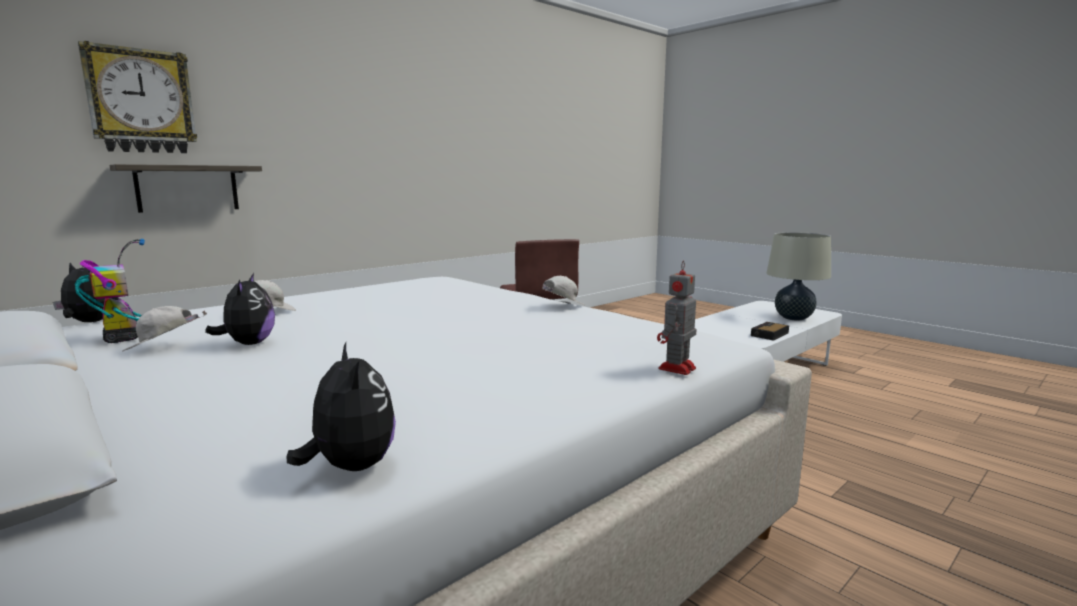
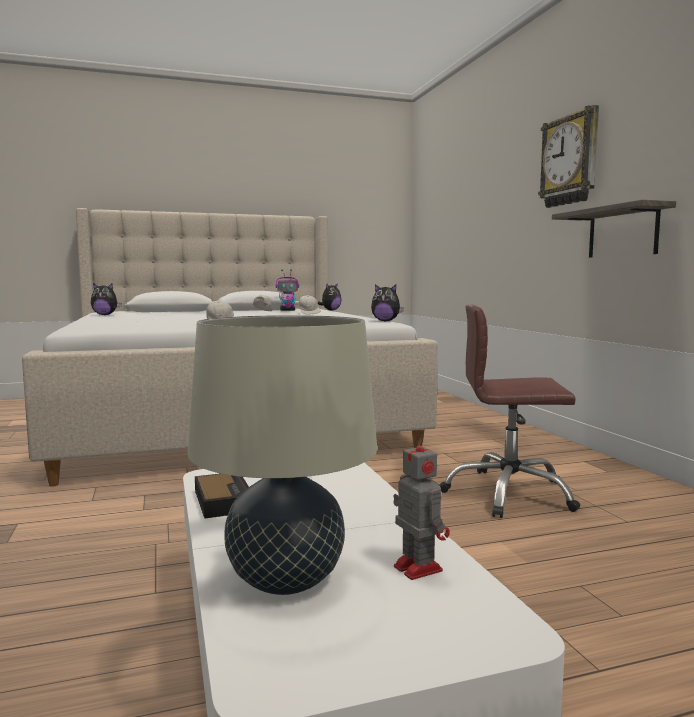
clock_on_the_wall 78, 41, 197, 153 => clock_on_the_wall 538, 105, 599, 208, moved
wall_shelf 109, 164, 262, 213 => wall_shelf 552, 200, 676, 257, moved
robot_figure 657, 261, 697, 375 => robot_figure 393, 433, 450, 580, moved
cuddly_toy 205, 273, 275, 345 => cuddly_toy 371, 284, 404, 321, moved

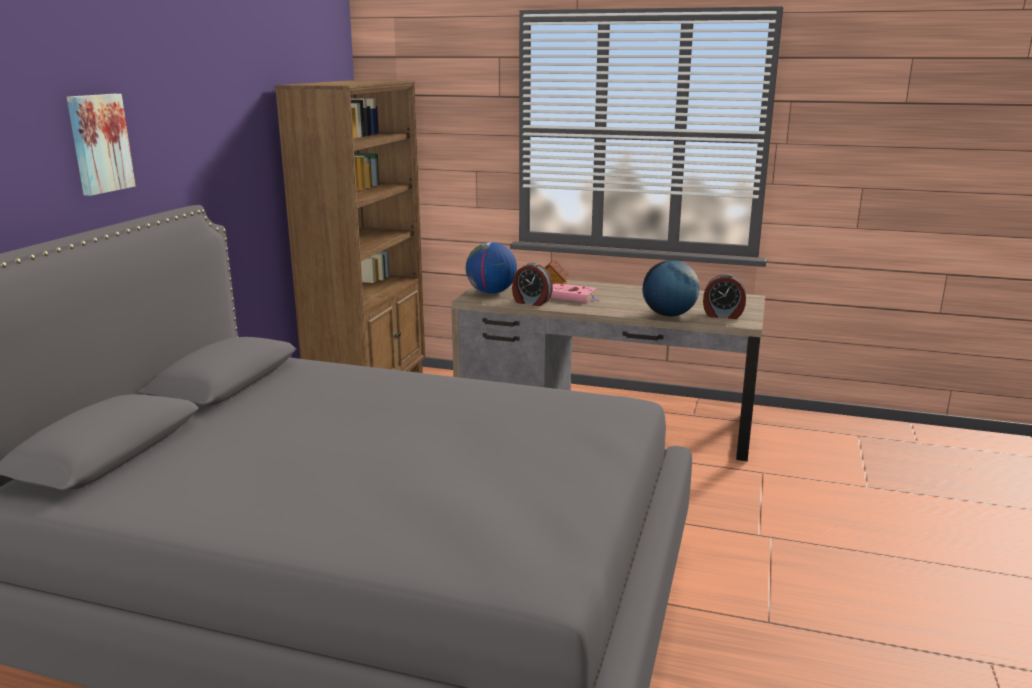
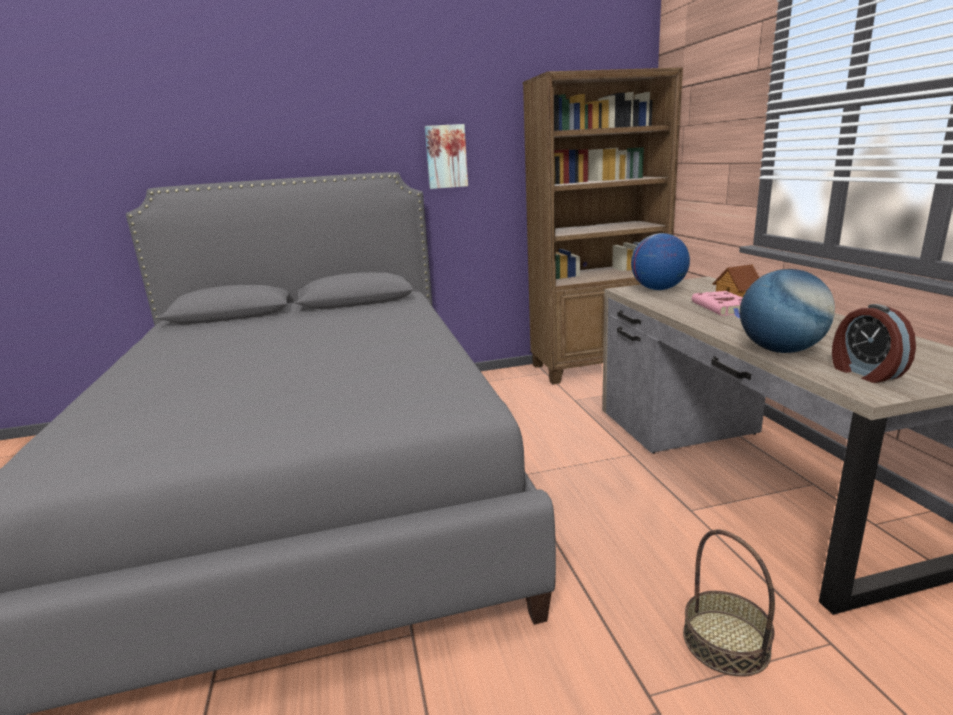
wall_picture 67, 94, 136, 196 => wall_picture 425, 124, 468, 189, moved
bedside_clock 512, 263, 553, 306 => nothing
nothing => basket 683, 529, 775, 677

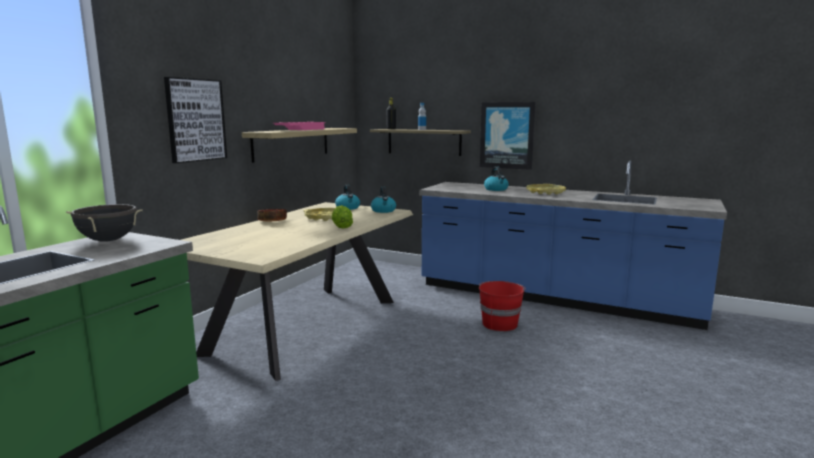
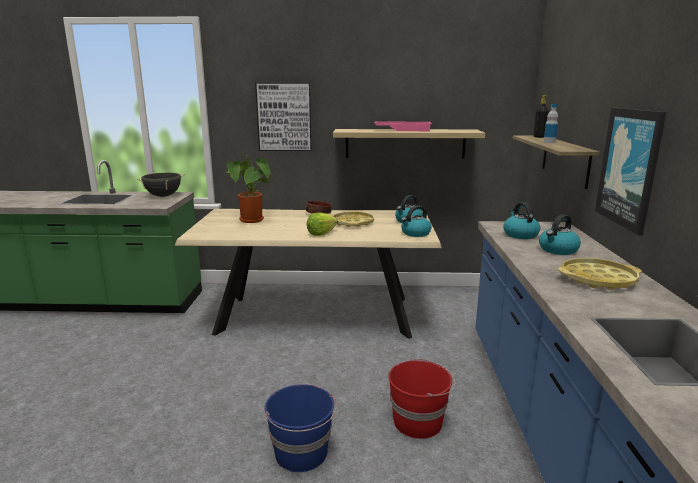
nothing => potted_plant 227, 154, 272, 223
nothing => water_kettle 503, 202, 540, 239
nothing => blue_bucket 265, 384, 337, 472

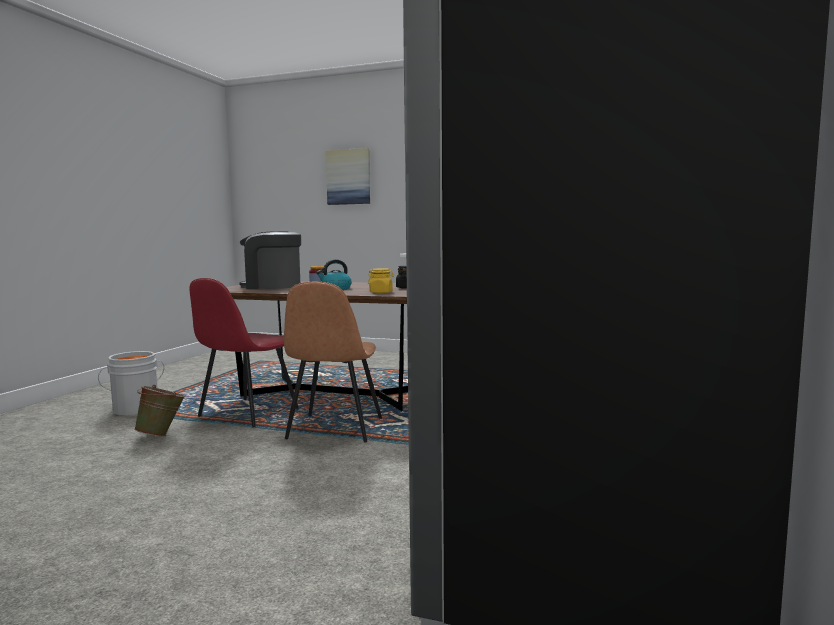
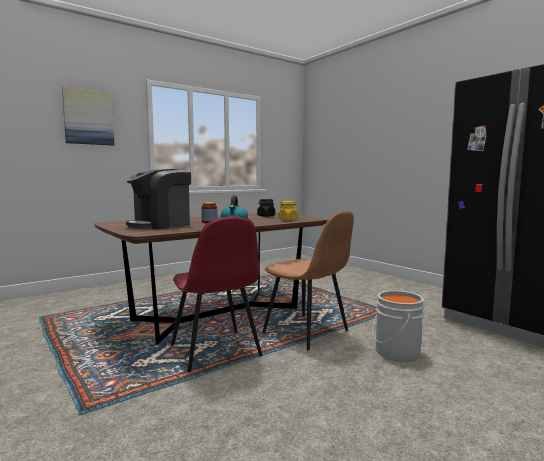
grey_bucket 98, 351, 164, 416 => grey_bucket 372, 290, 424, 362, moved
green_bucket 134, 385, 185, 437 => nothing

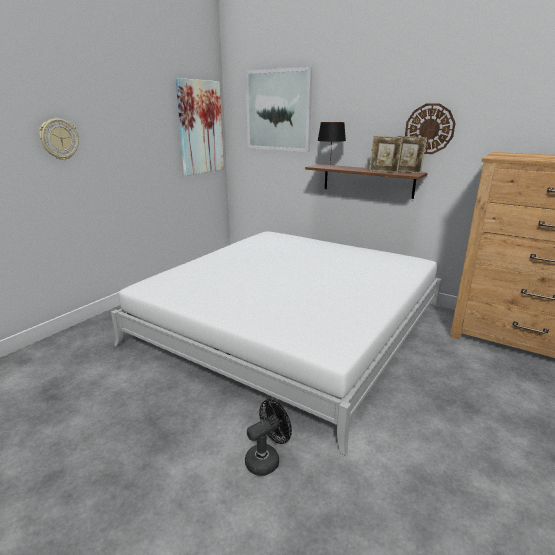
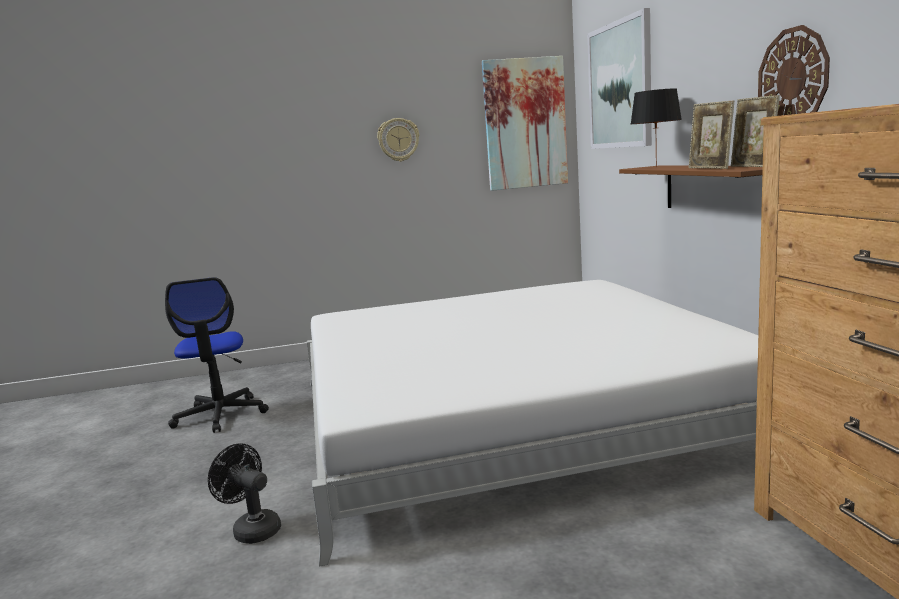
clock_on_the_wall 39, 118, 79, 160 => clock_on_the_wall 377, 118, 419, 162, moved
black-coloured_fan 245, 399, 292, 476 => black-coloured_fan 208, 443, 281, 544, 150 degrees counterclockwise
nothing => office_chair 165, 277, 269, 433

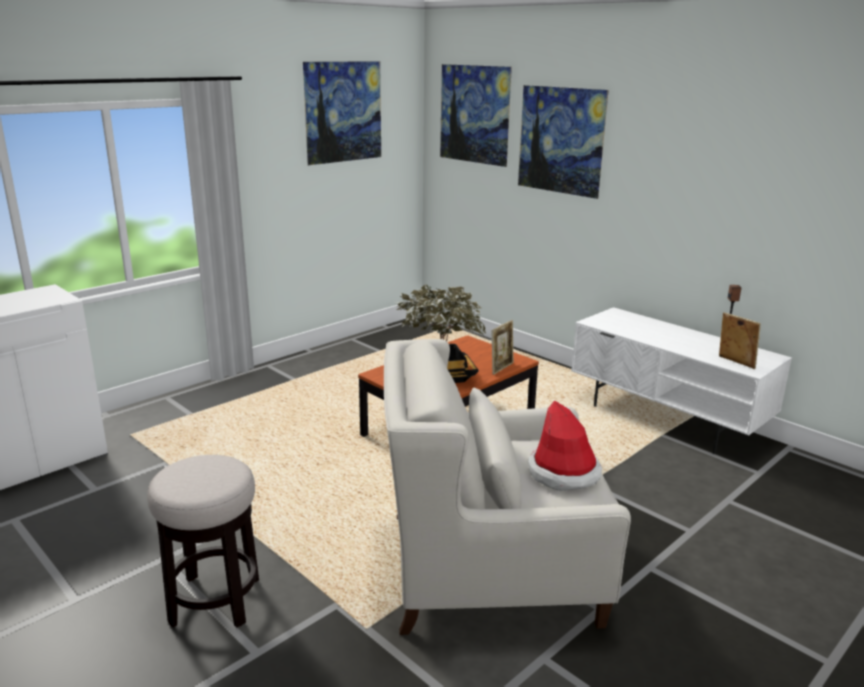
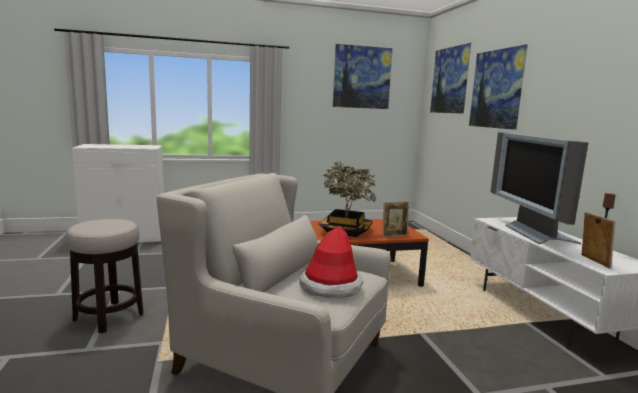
nothing => TV_set 491, 132, 588, 244

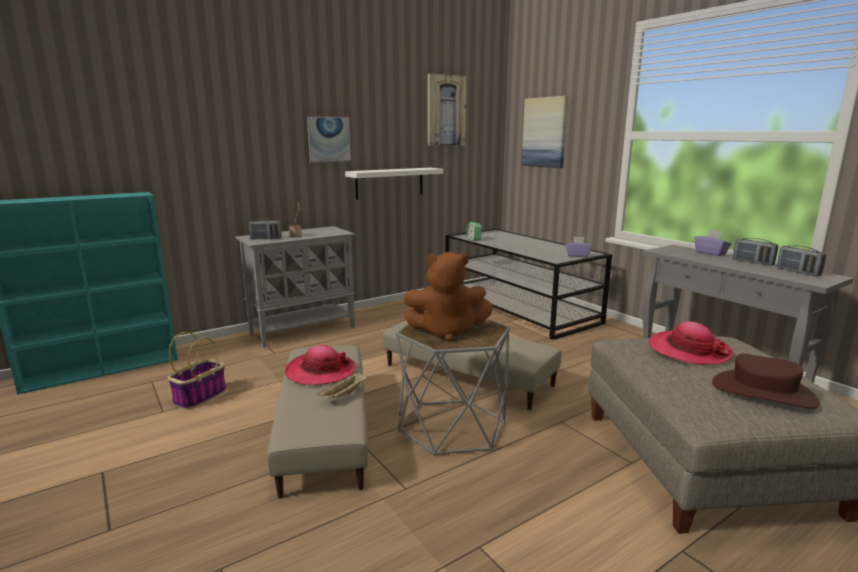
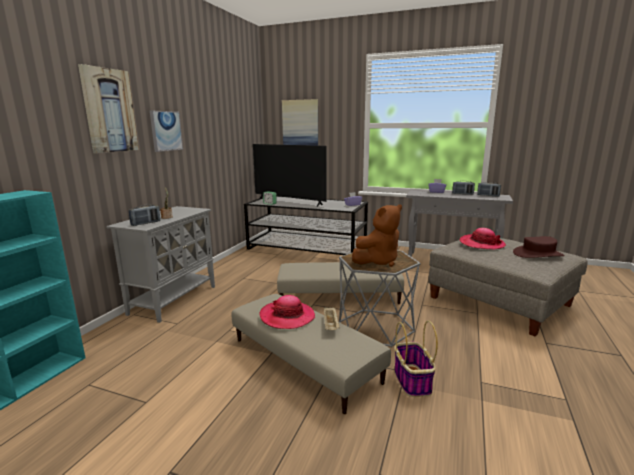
wall_picture 428, 74, 466, 146 => wall_picture 78, 64, 139, 153, moved
whitish_wall_shelf 345, 168, 443, 200 => nothing
basket 168, 332, 226, 410 => basket 394, 321, 438, 397, moved
nothing => TV_set 253, 144, 327, 207

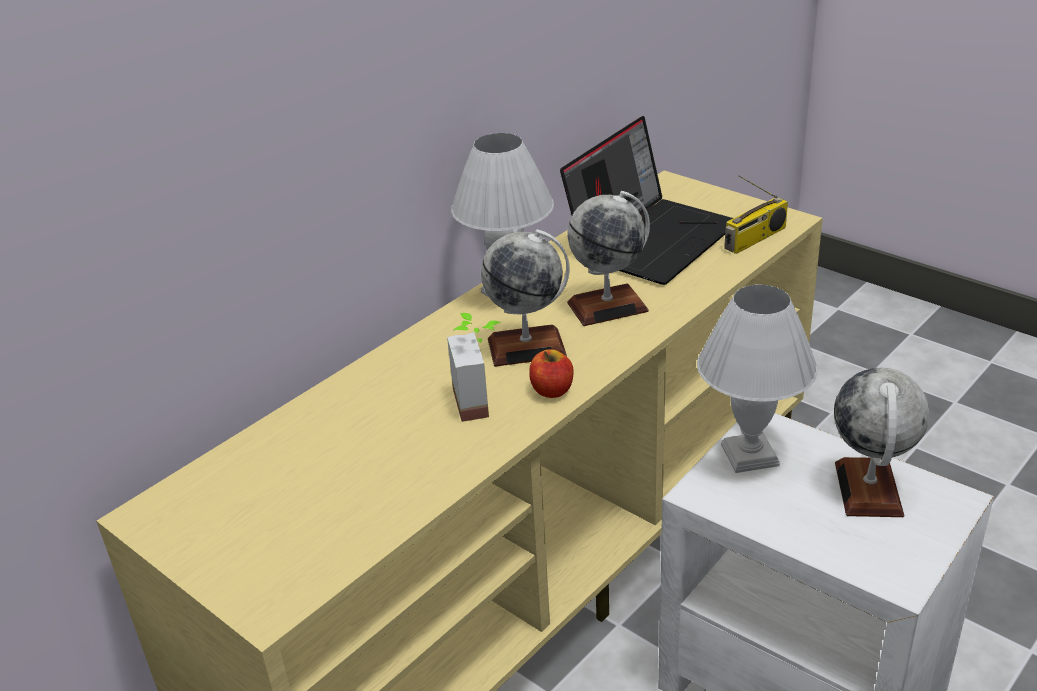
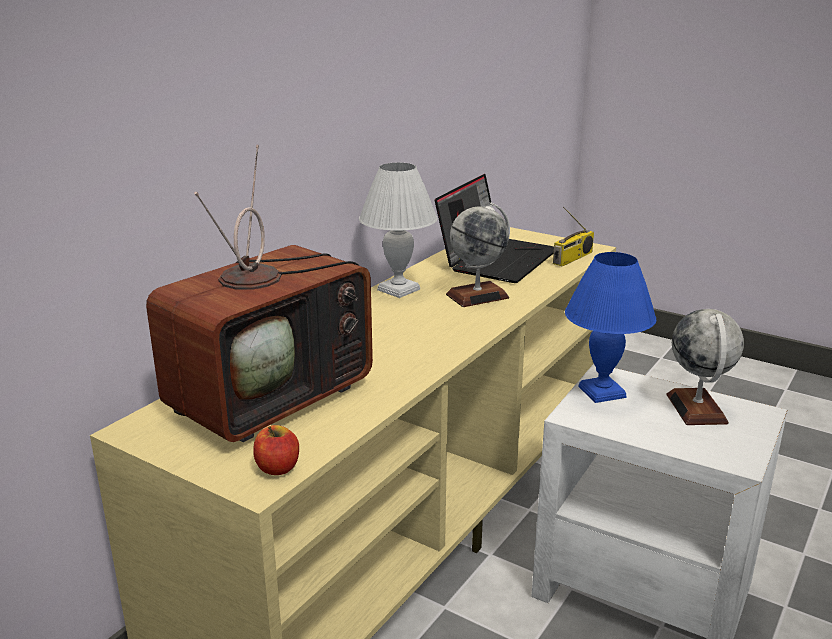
globe 481, 229, 570, 367 => nothing
whitish_tabletop_lamp 697, 284, 818, 473 => blue_tabletop_lamp 565, 252, 656, 403
potted_plant 447, 313, 502, 422 => nothing
apple 529, 349, 573, 398 => apple 253, 425, 299, 475, moved
nothing => TV_set 146, 145, 373, 442

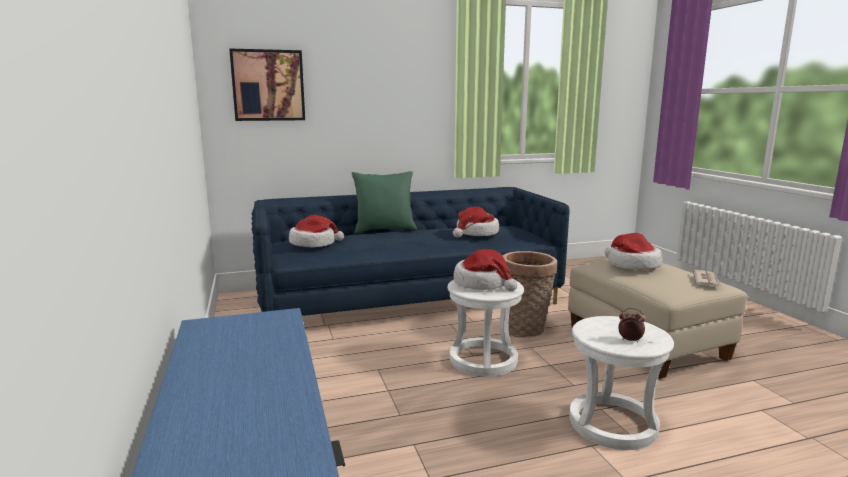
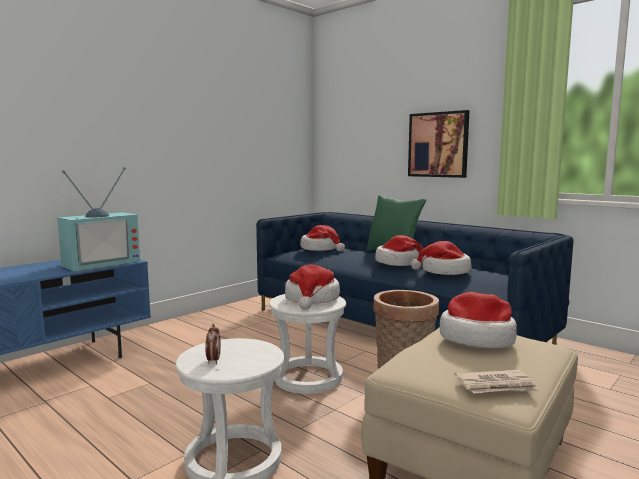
wall_picture 229, 48, 305, 121 => wall_picture 408, 110, 470, 178, moved
nothing => TV_set 57, 167, 140, 272
nothing => hat 375, 235, 423, 266

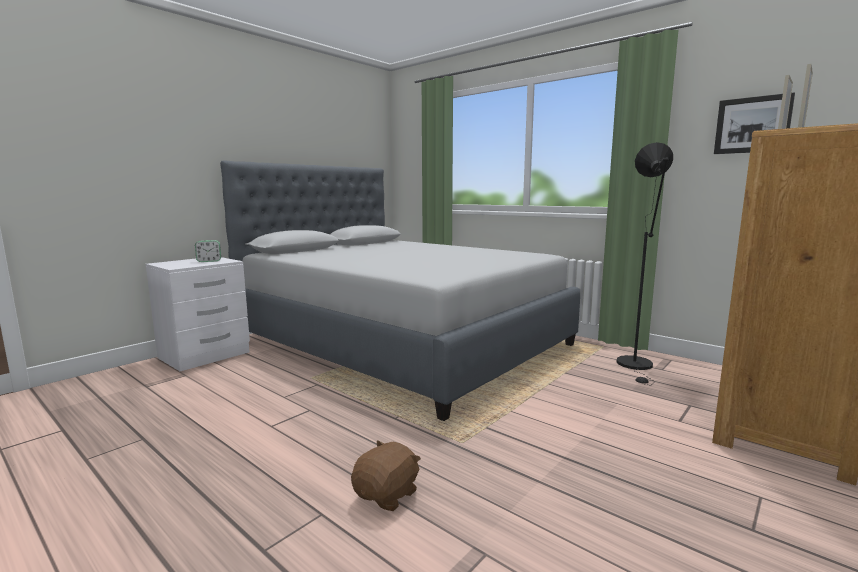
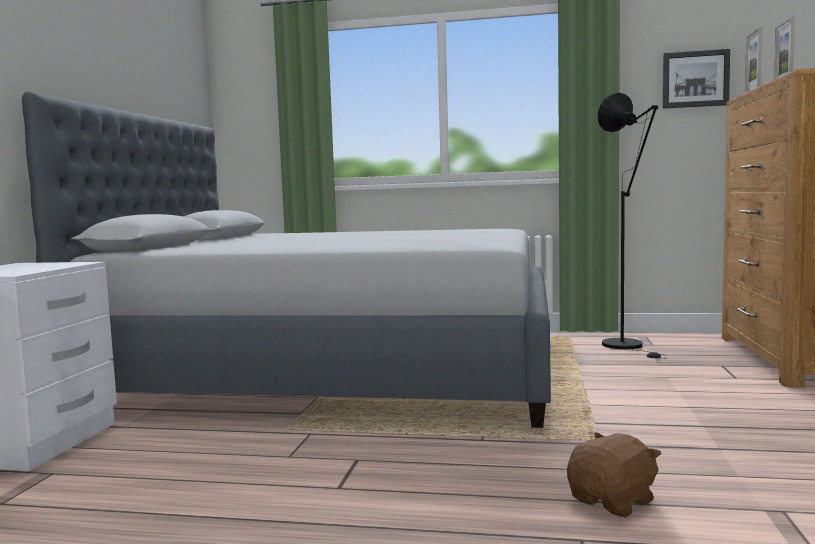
bedside_clock 195, 240, 221, 262 => nothing
brownish_cuddly_toy 351, 440, 421, 511 => brownish_cuddly_toy 567, 432, 661, 517, 45 degrees clockwise

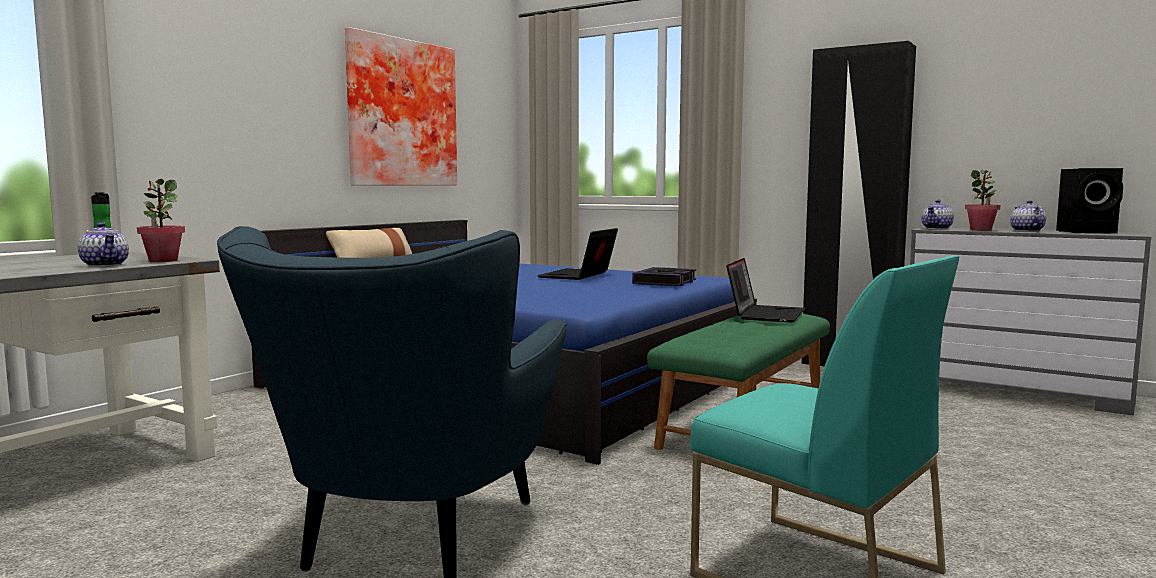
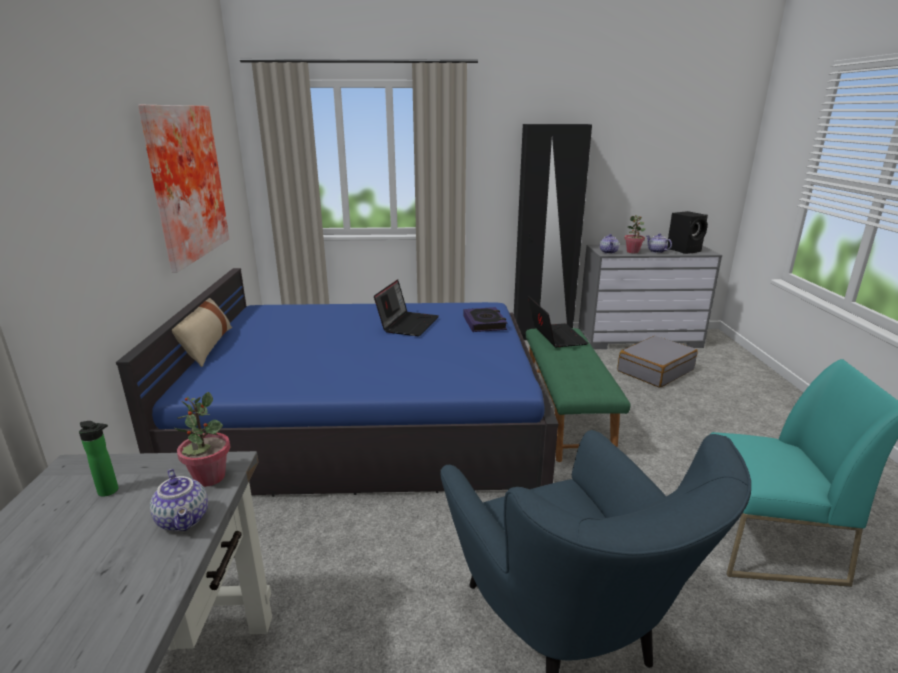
tea_pot 78, 222, 129, 267 => tea_pot 150, 469, 208, 531, 45 degrees clockwise
laptop 537, 228, 618, 280 => laptop 374, 279, 439, 336, 150 degrees counterclockwise
nothing => grey_suitcase 617, 336, 698, 388

